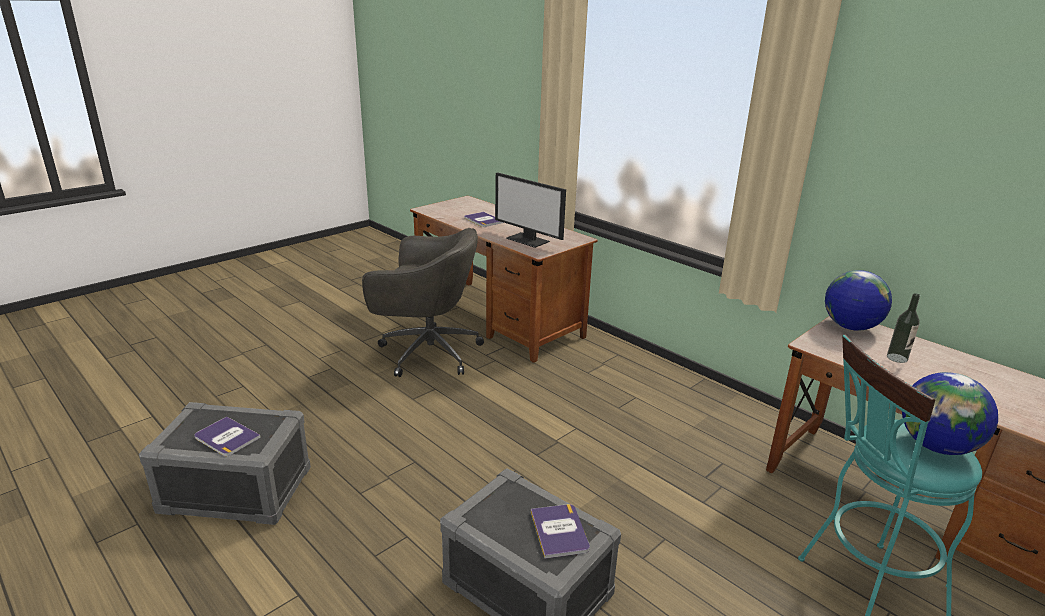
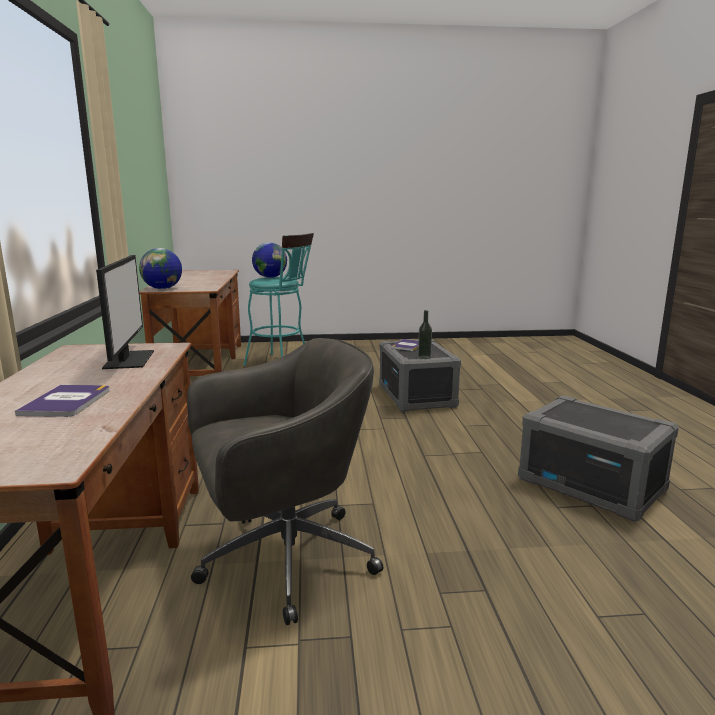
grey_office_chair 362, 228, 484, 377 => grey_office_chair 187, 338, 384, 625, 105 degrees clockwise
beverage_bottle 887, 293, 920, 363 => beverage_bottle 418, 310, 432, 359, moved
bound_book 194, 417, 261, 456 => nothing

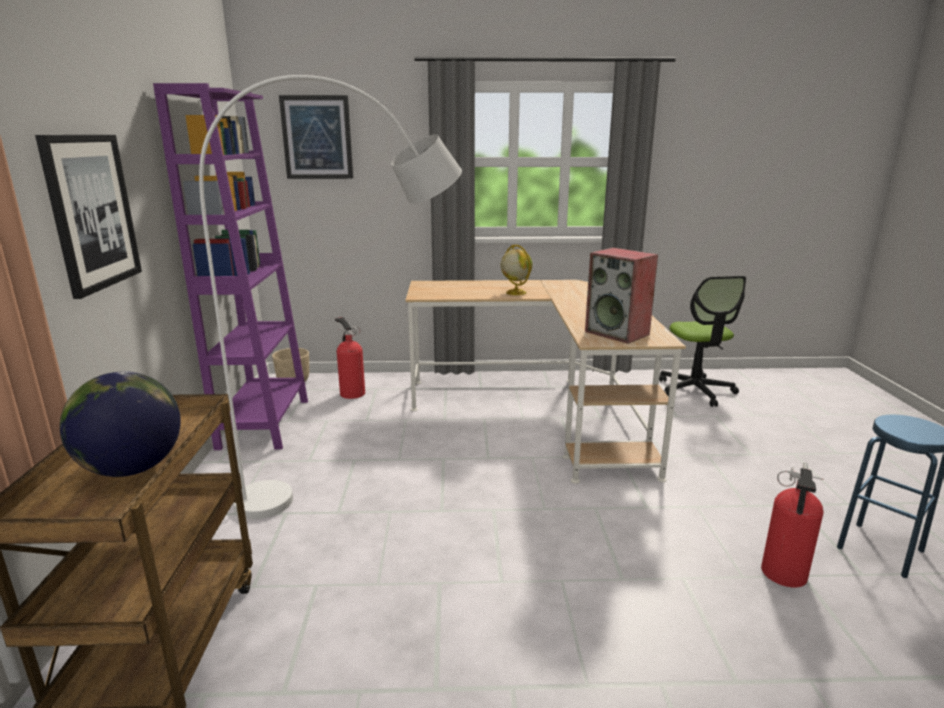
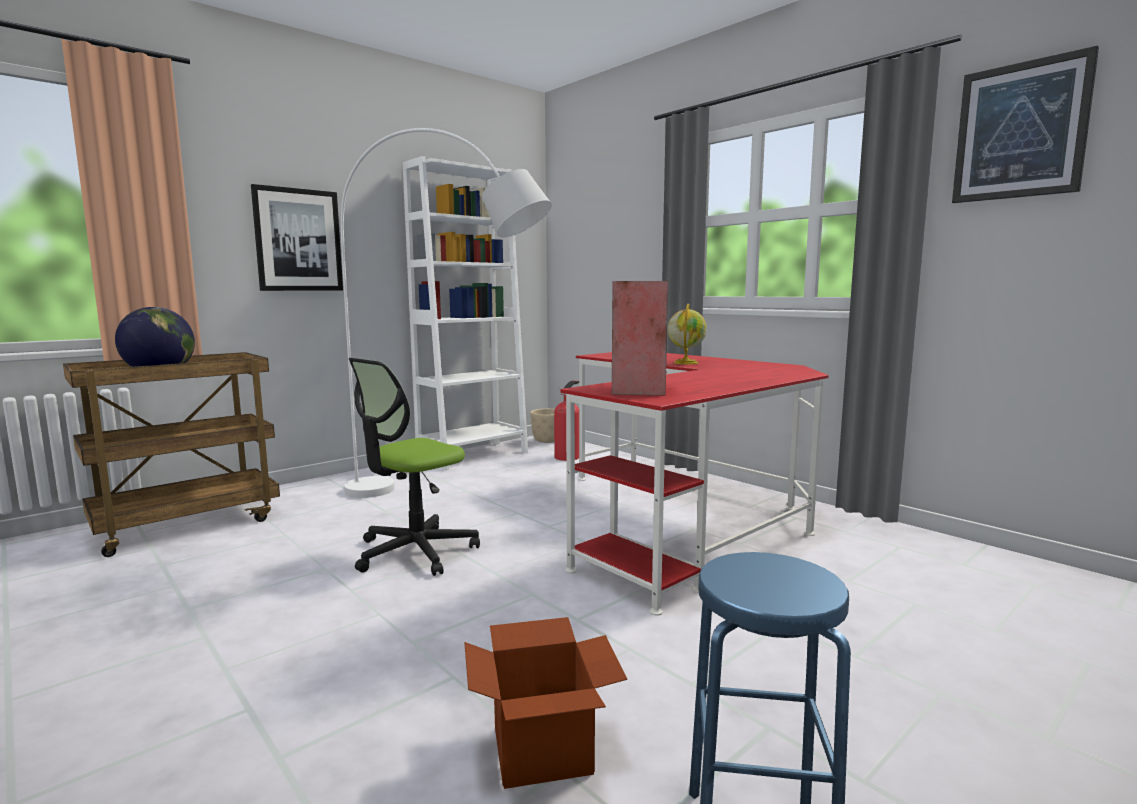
purplish_bookcase 153, 83, 308, 450 => whitish_bookcase 402, 156, 528, 470
wall_picture 279, 95, 353, 179 => wall_picture 952, 46, 1099, 203, moved
office_chair 659, 276, 746, 407 => office_chair 349, 358, 480, 576, moved
sand-coloured_desk_table 405, 280, 686, 484 => reddish_desk_table 560, 352, 829, 616
fire-fighting_cylinder 761, 462, 824, 588 => cardboard_box 464, 617, 627, 789

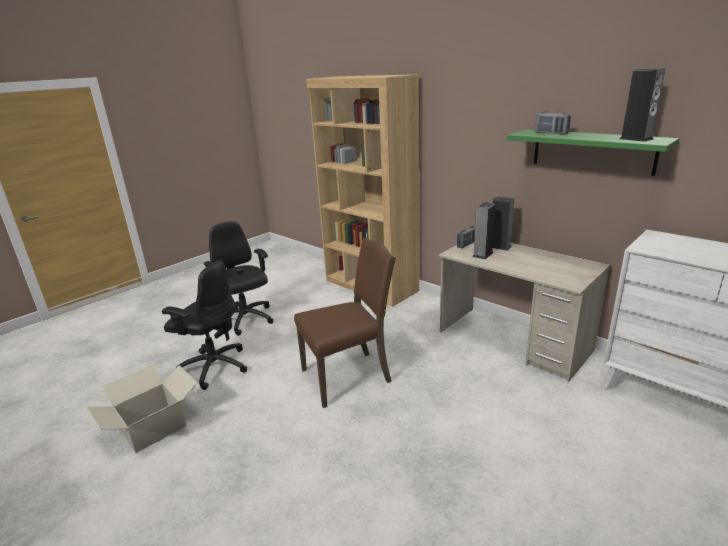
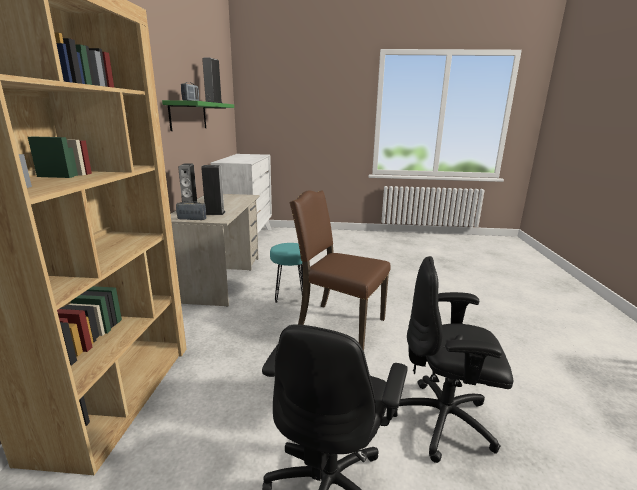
black-coloured_office_chair 162, 260, 247, 390 => black-coloured_office_chair 393, 256, 514, 463, 60 degrees counterclockwise
cardboard_box 86, 364, 197, 453 => nothing
nothing => blue-green_sitting_stool 270, 243, 303, 303

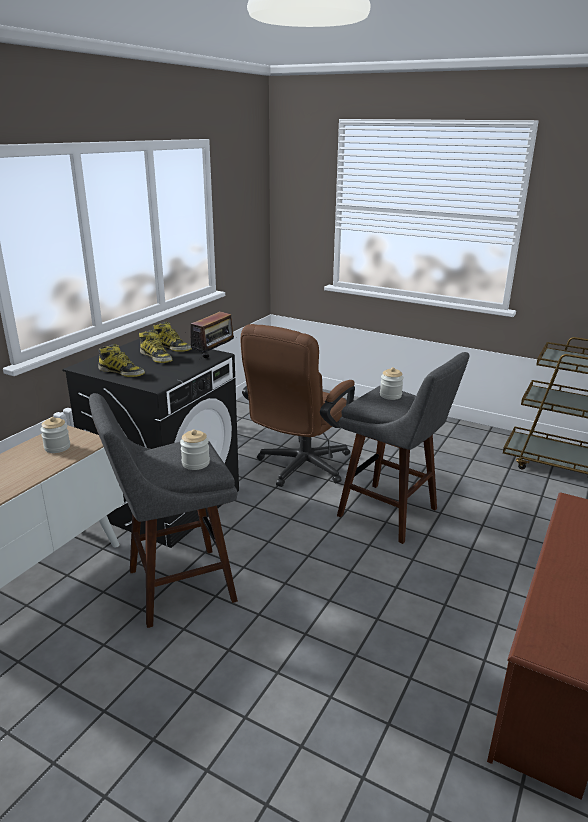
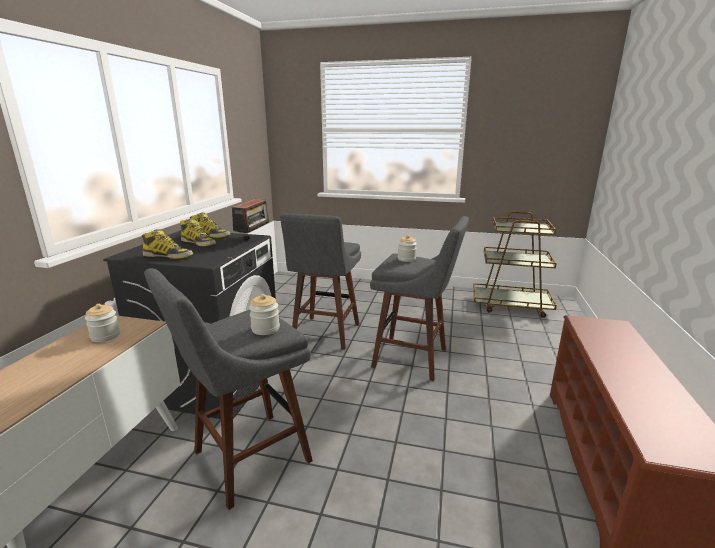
brownish_office_chair 240, 324, 355, 487 => grey_sitting_stool 280, 213, 361, 350

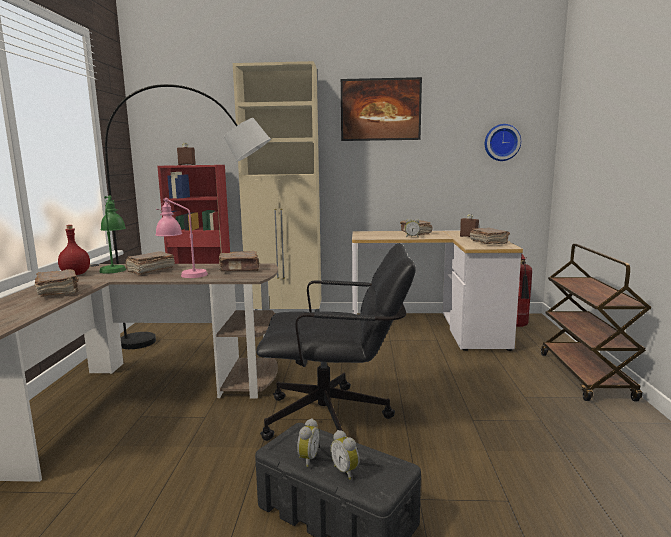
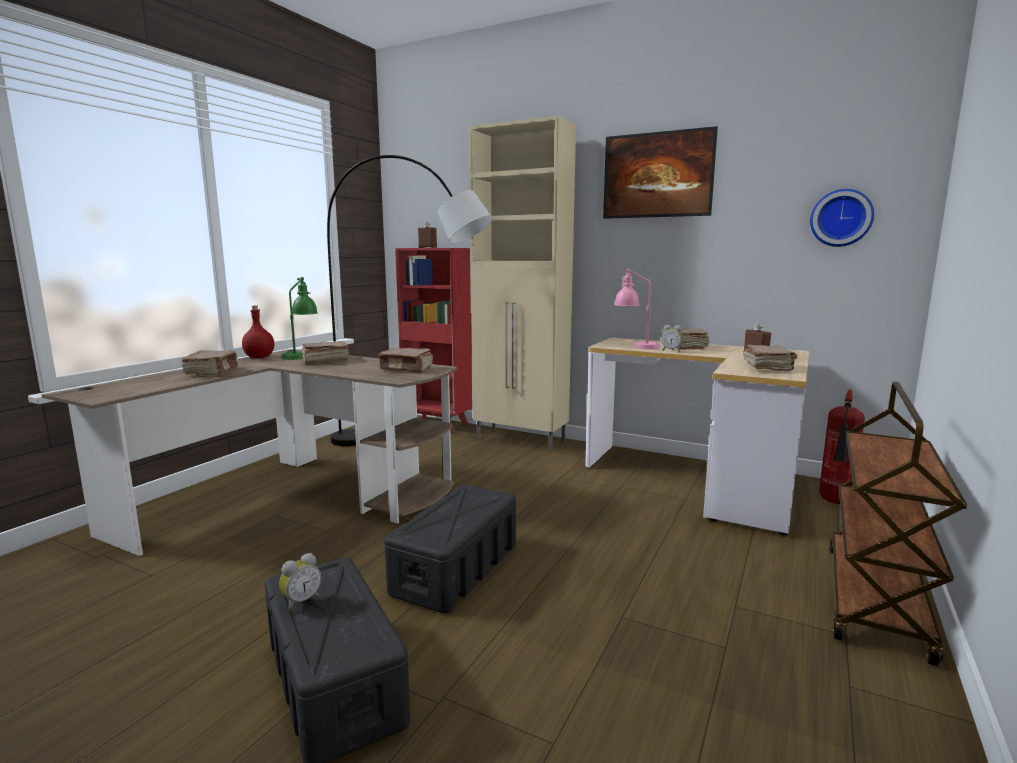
pink-coloured_tabletop_lamp 156, 198, 208, 278 => pink-coloured_tabletop_lamp 614, 269, 660, 349, moved
black-coloured_office_chair 256, 243, 416, 441 => black-coloured_storage_bin 384, 485, 516, 613
bedside_clock 330, 430, 359, 480 => nothing

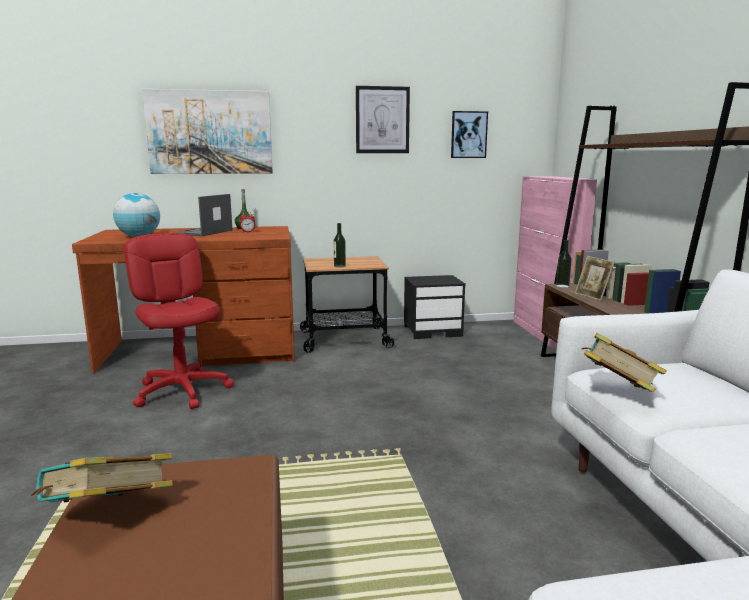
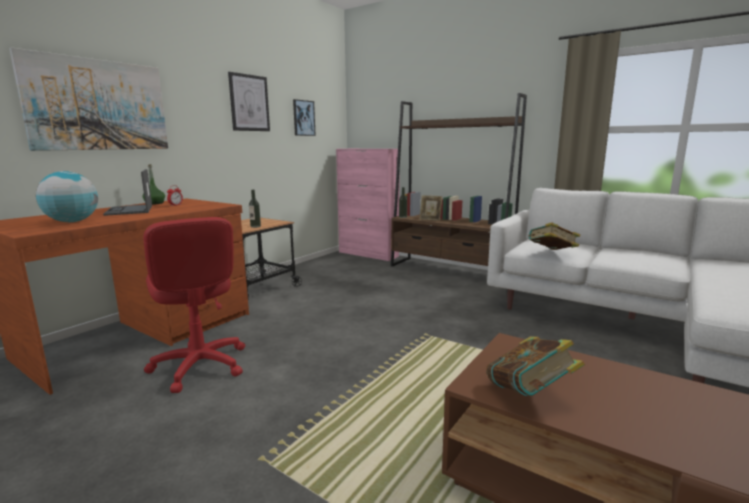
reddish_office_chair 124, 233, 234, 409 => reddish_office_chair 143, 217, 245, 393, 135 degrees counterclockwise
black-coloured_bedside_table 404, 275, 466, 339 => nothing

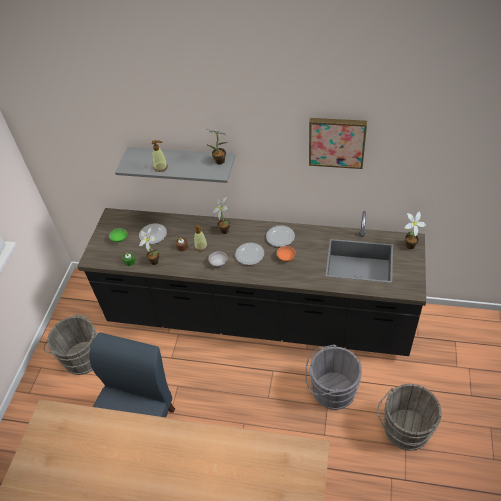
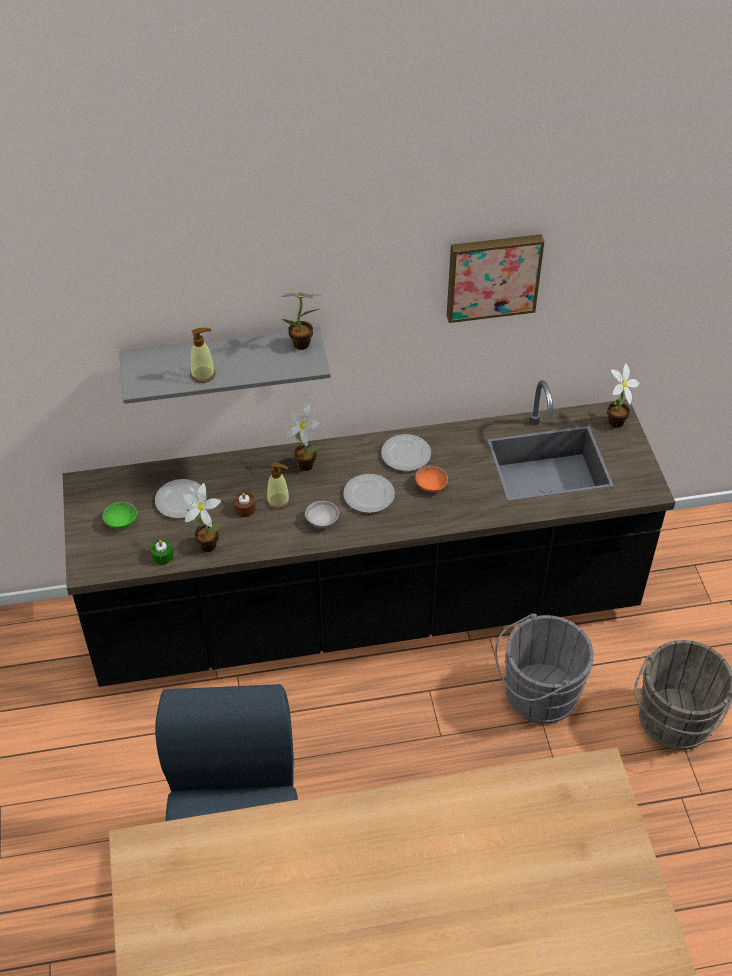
grey_bucket 43, 315, 97, 375 => nothing

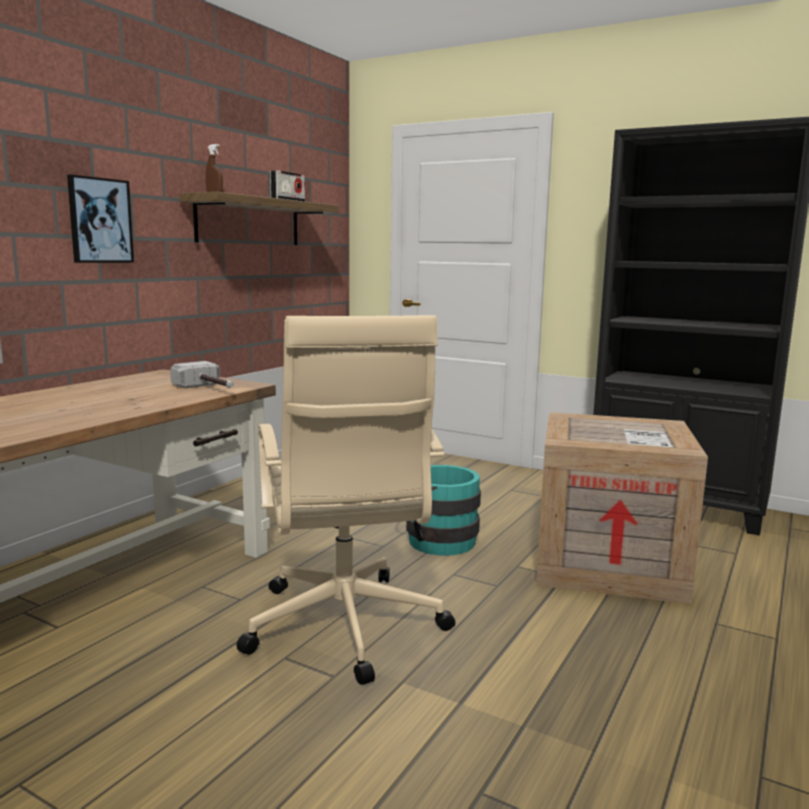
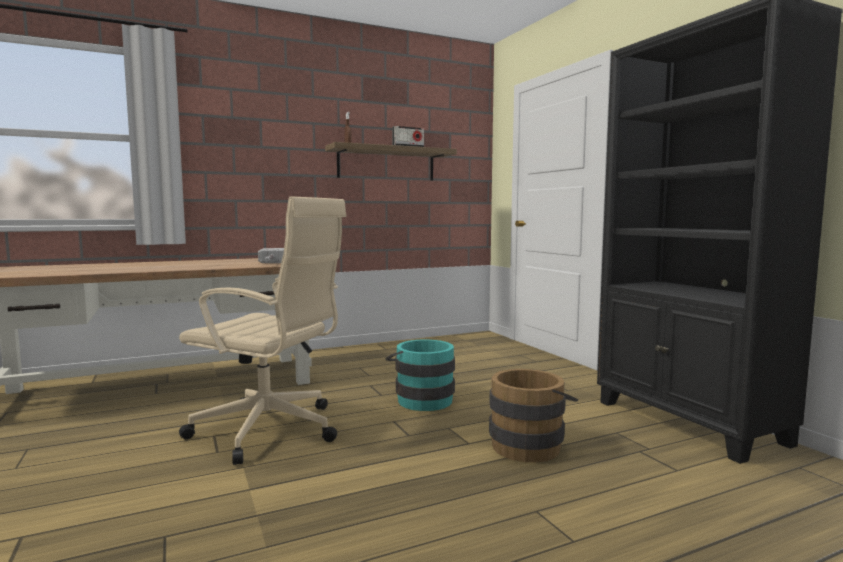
wall_picture 67, 174, 134, 263 => nothing
sand-coloured_office_chair 237, 315, 455, 685 => sand-coloured_office_chair 179, 196, 347, 465, 90 degrees counterclockwise
crate 536, 412, 708, 604 => brownish_bucket 489, 369, 578, 462

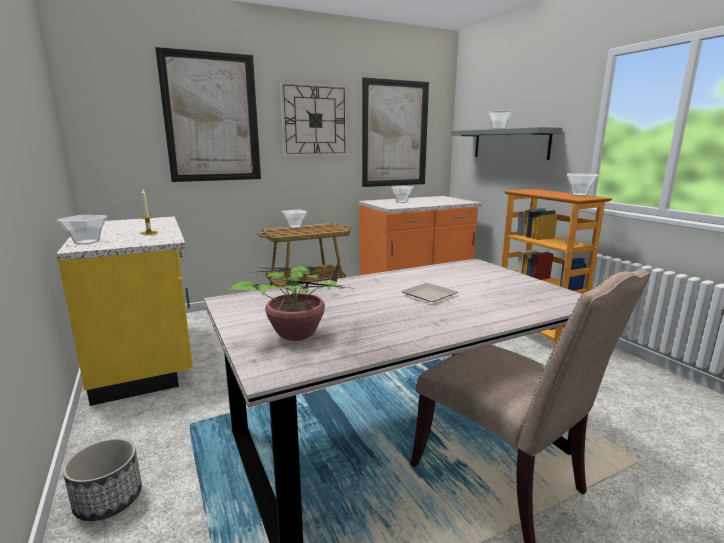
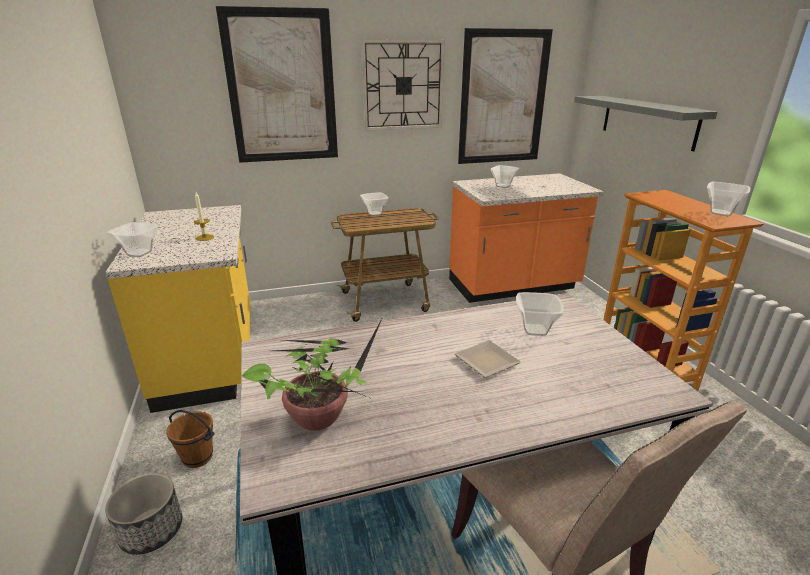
deep_dish 487, 111, 514, 129 => deep_dish 516, 292, 564, 336, moved
nothing => brownish_bucket 166, 410, 215, 468

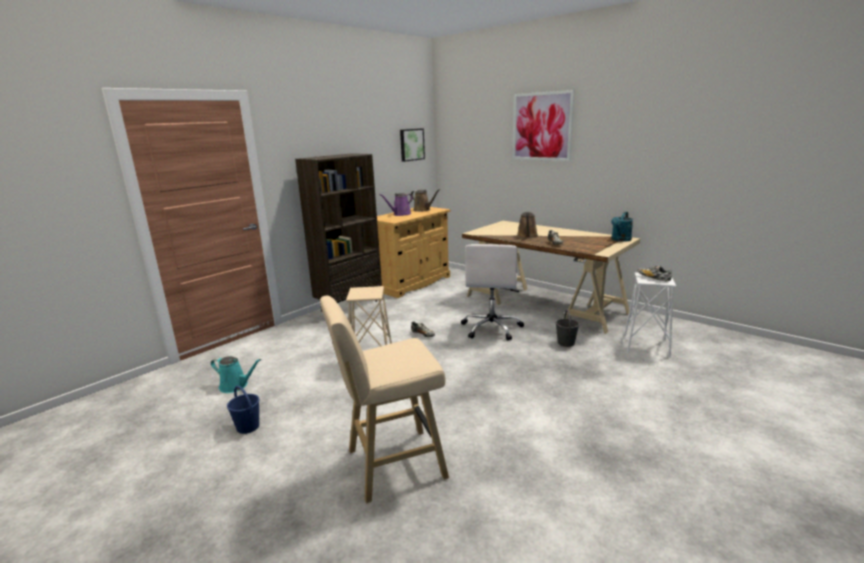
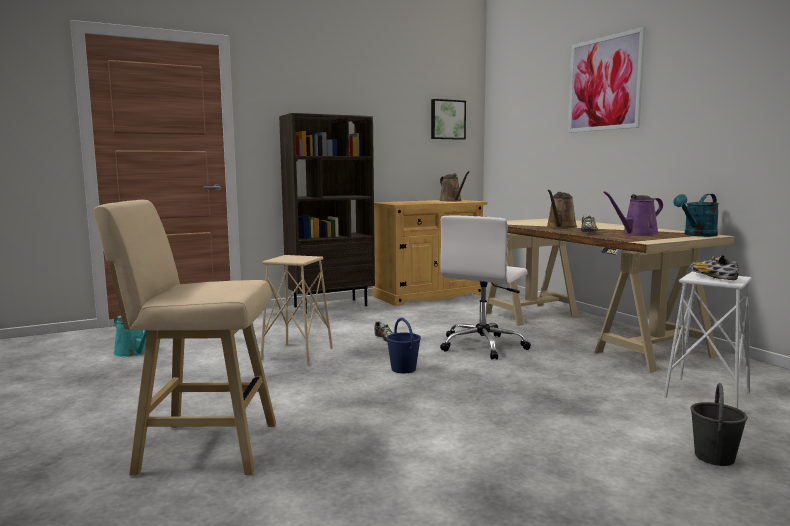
purplish_sprinkling_can 379, 193, 413, 216 => purplish_sprinkling_can 603, 191, 663, 236, moved
grey_bucket 555, 310, 579, 347 => grey_bucket 690, 383, 747, 466, moved
blue_bucket 227, 386, 259, 434 => blue_bucket 386, 318, 421, 373, moved

